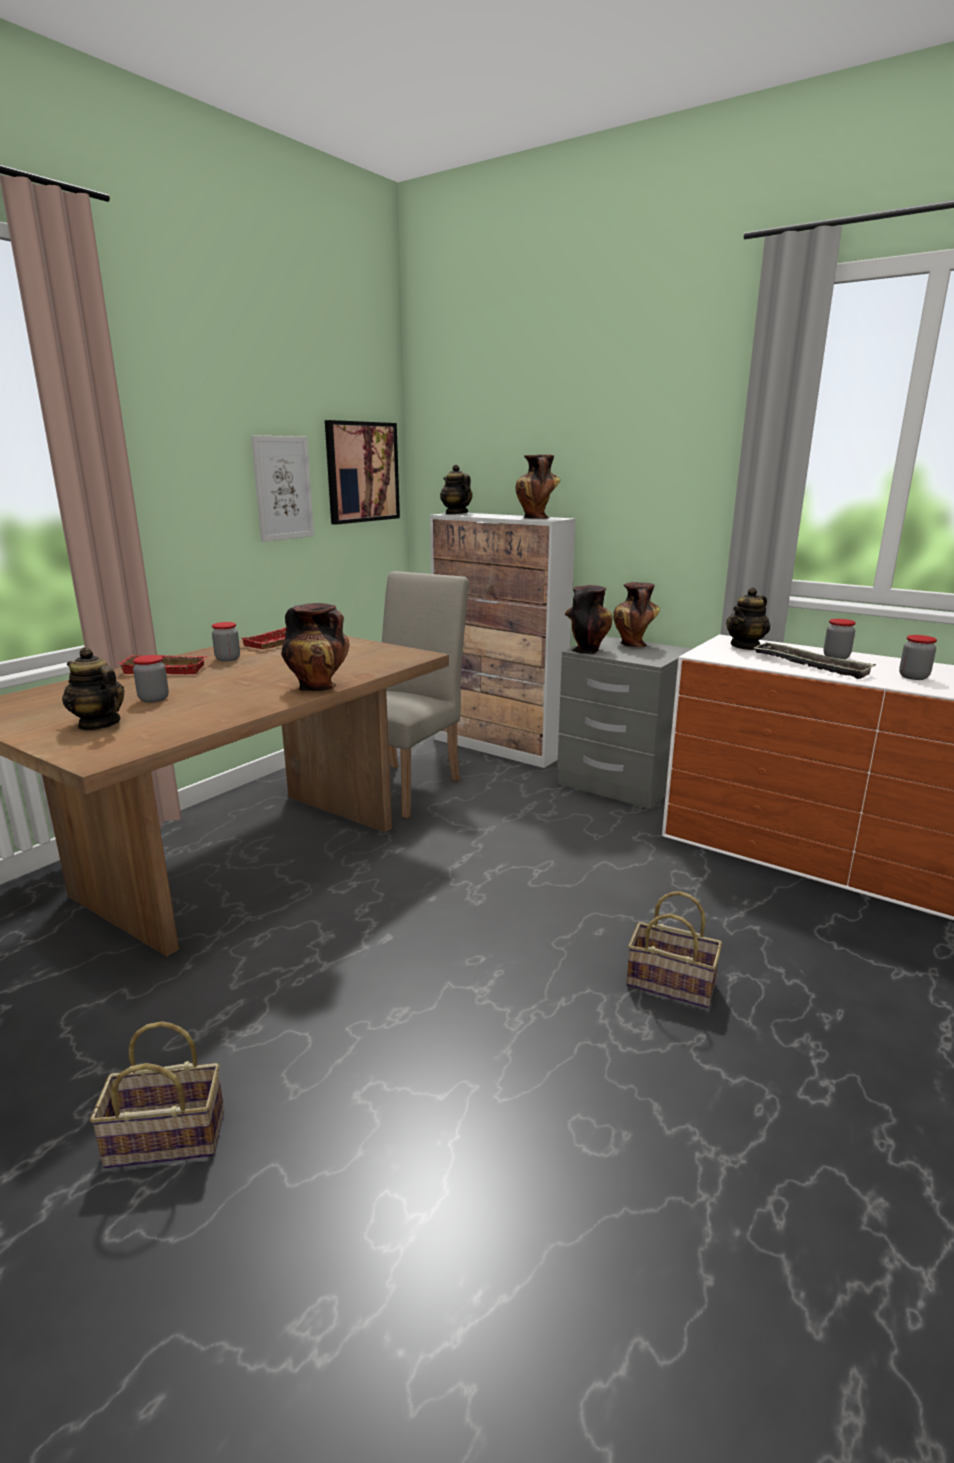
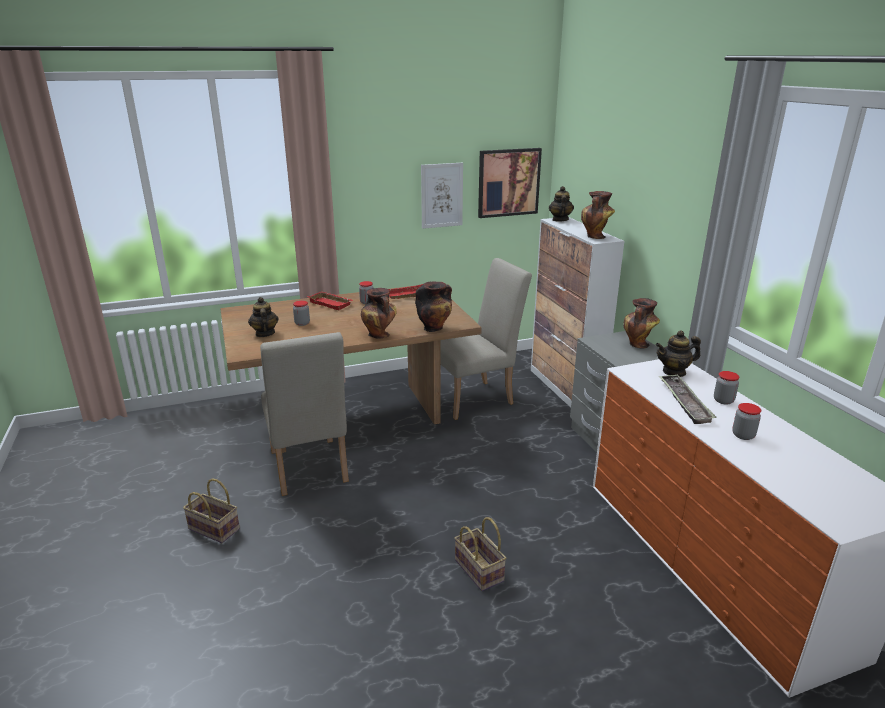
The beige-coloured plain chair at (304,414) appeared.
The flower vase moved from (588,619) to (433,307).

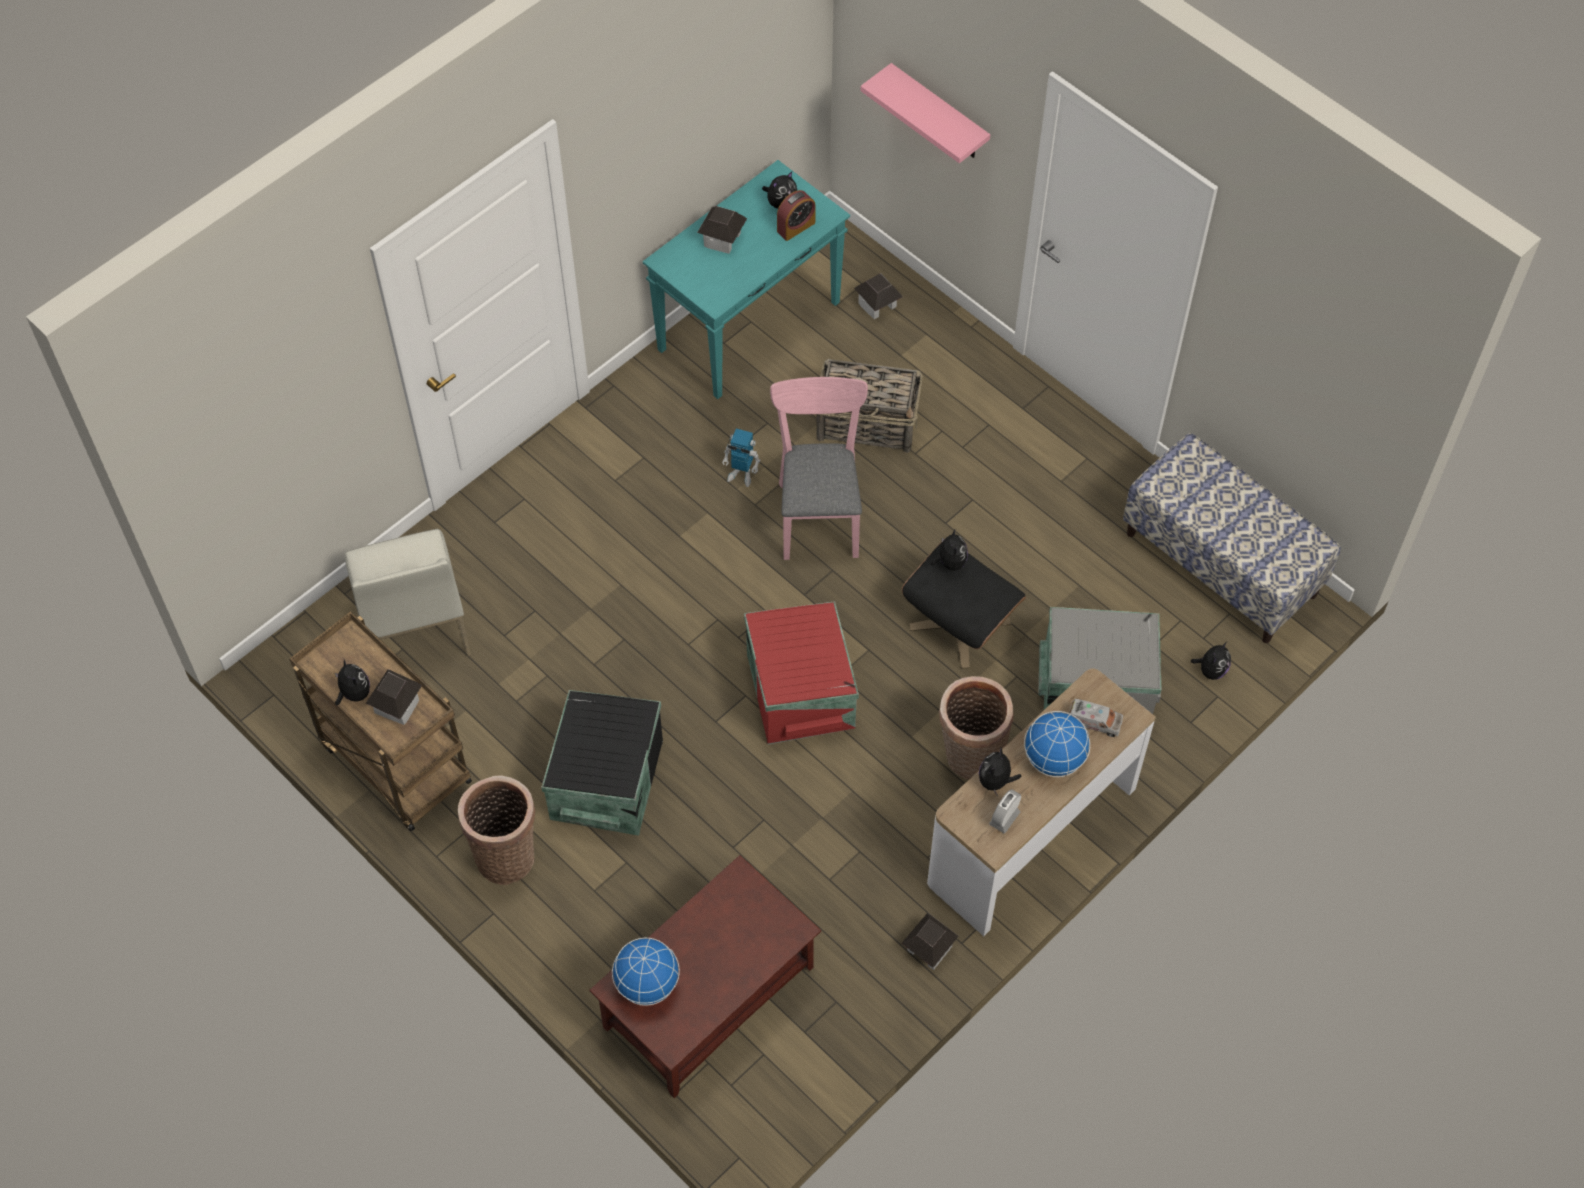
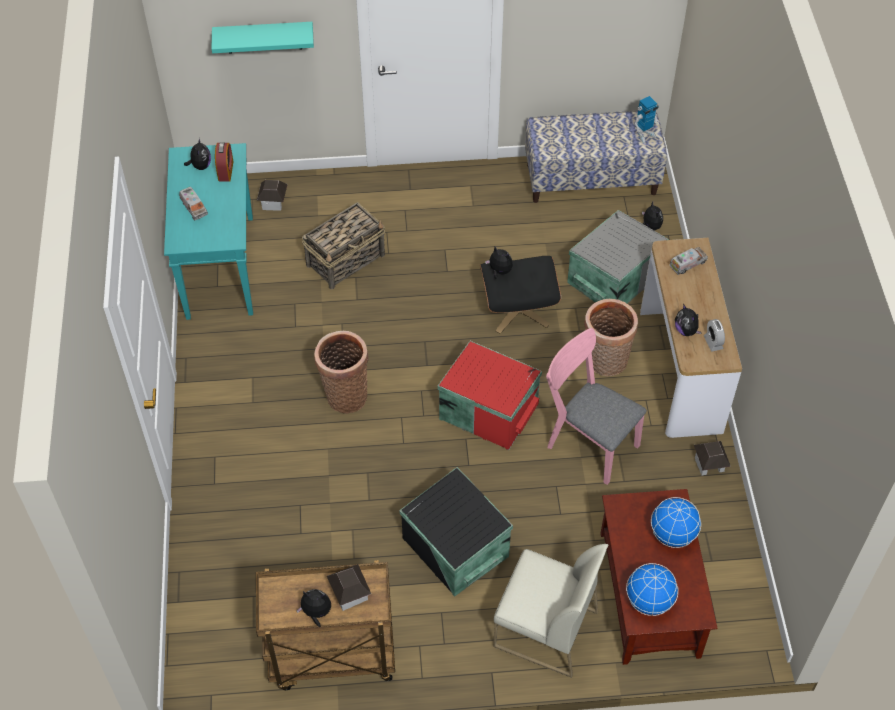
The white plain chair moved from (408,592) to (550,611).
The basket moved from (496,830) to (341,372).
The toy robot moved from (741,457) to (646,119).
The pinkish plain chair moved from (819,468) to (596,406).
The desk globe moved from (1057,744) to (676,522).
The toy house at (722,230) was replaced by the toy truck at (193,204).
The pinkish shelf at (925,113) became the turquoise-coloured shelf at (262,38).

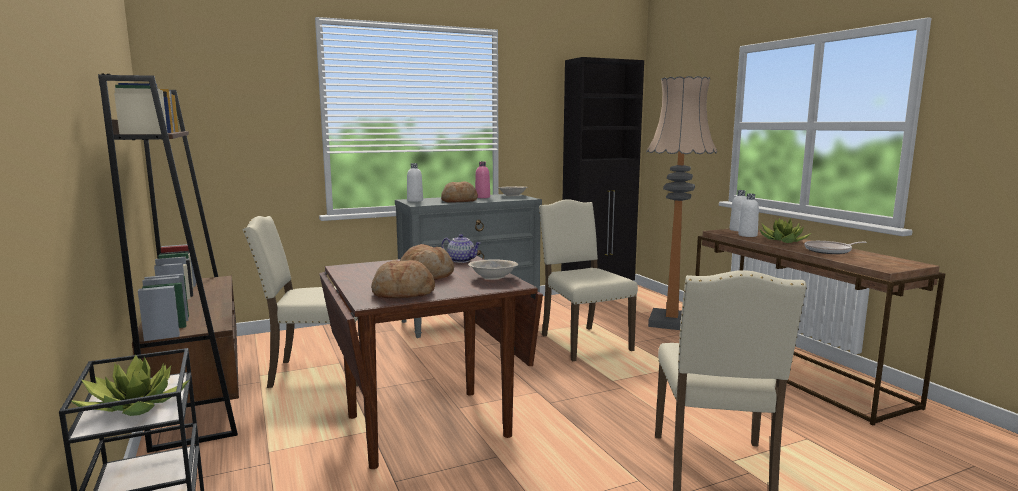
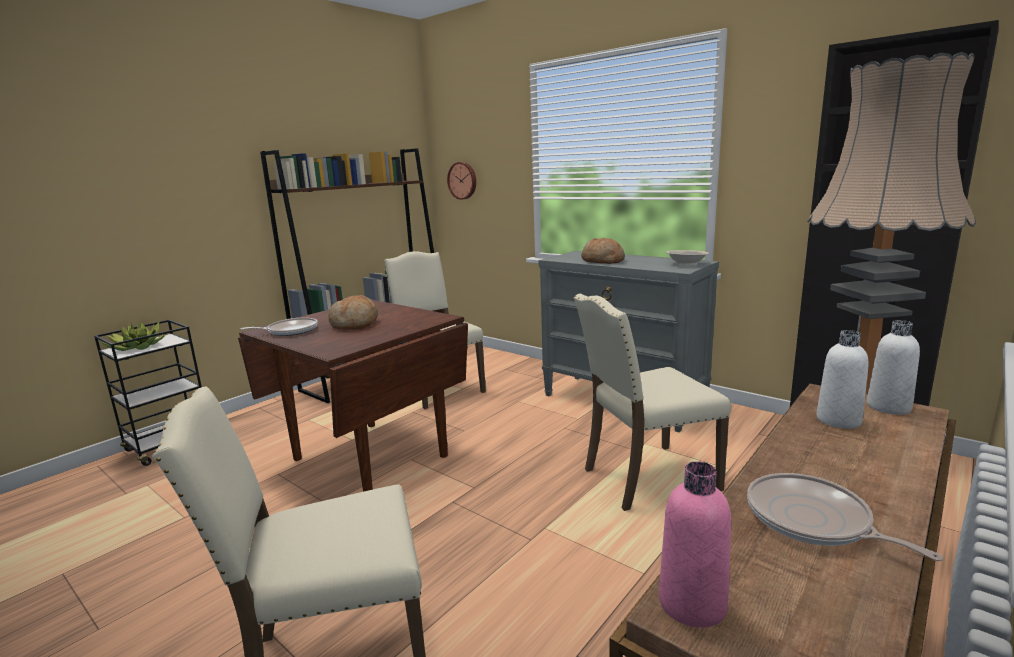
The white beverage bottle at (415,182) disappeared.
The tea pot at (461,248) disappeared.
The beige-coloured serving bowl at (493,269) disappeared.
The potted plant at (785,230) disappeared.
The hanging clock at (461,181) appeared.
The pinkish beverage bottle moved from (482,180) to (695,544).
The bread at (403,279) was replaced by the skillet at (279,327).
The beige-coloured plain chair at (588,280) turned 150 degrees counterclockwise.

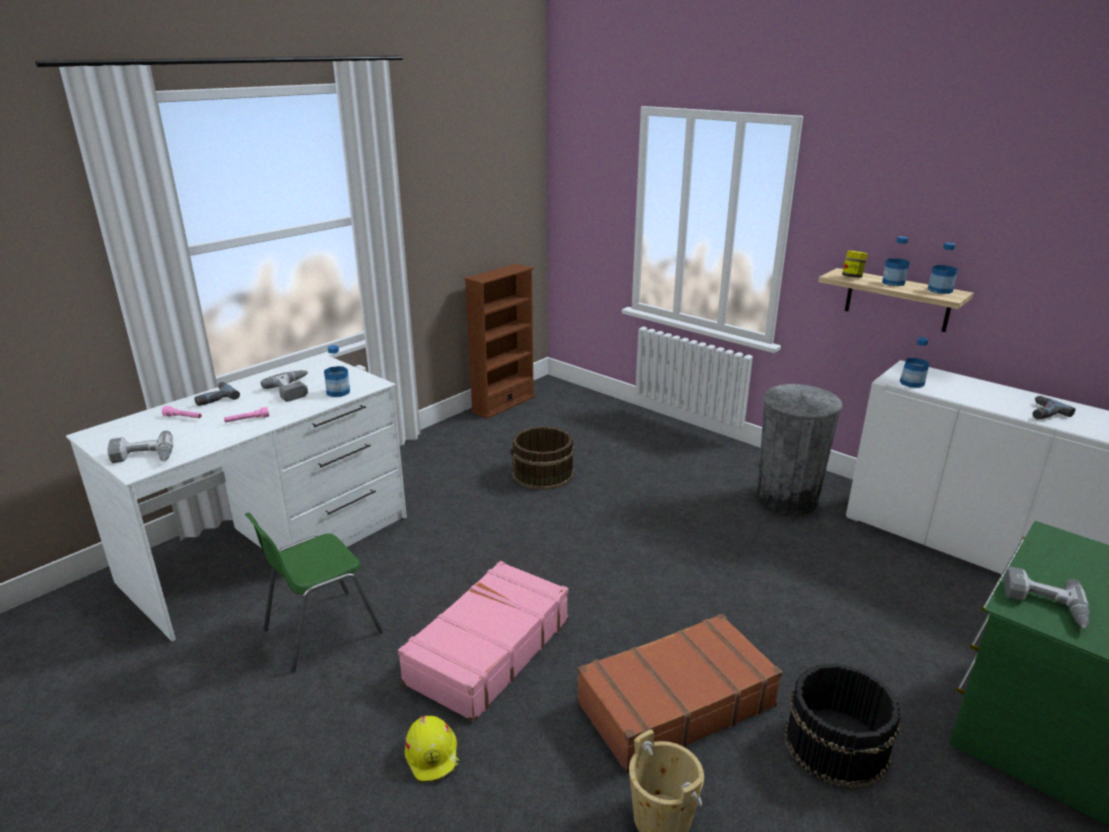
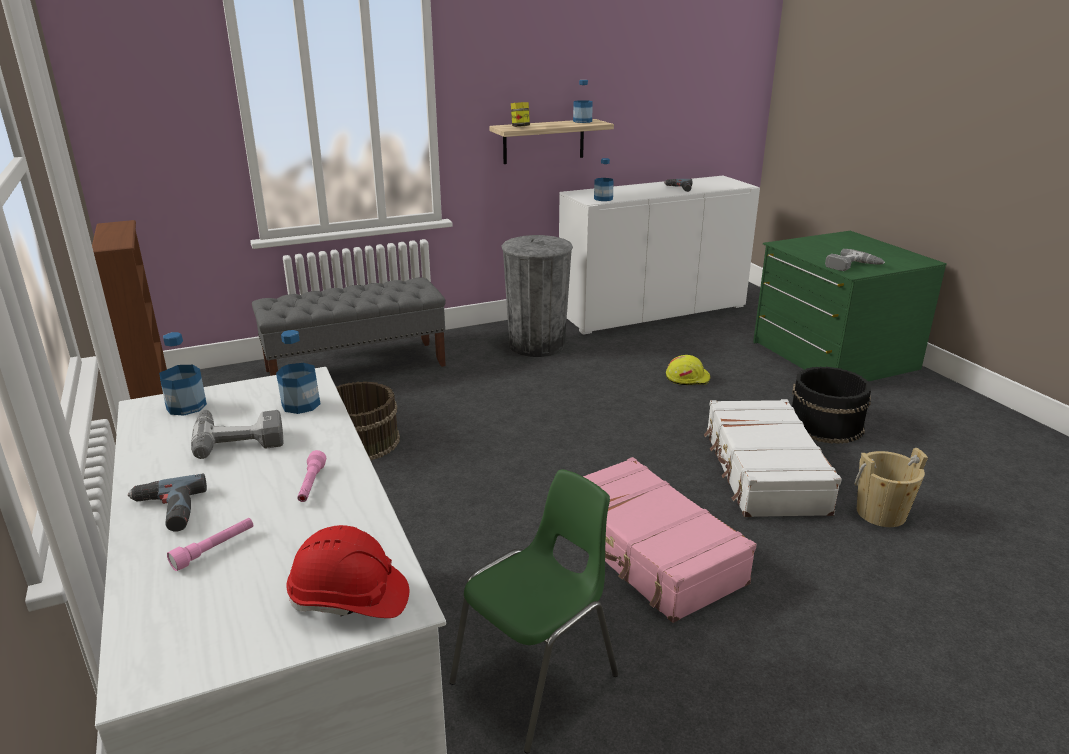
The greyish long seat at (349,327) appeared.
The yellow-coloured work helmet moved from (432,749) to (688,370).
The beverage bottle moved from (896,261) to (183,374).
The power drill at (140,446) was replaced by the reddish work helmet at (347,571).
The brown piece of luggage at (679,693) became the white piece of luggage at (773,458).
The green-coloured plain chair at (314,592) turned 120 degrees counterclockwise.

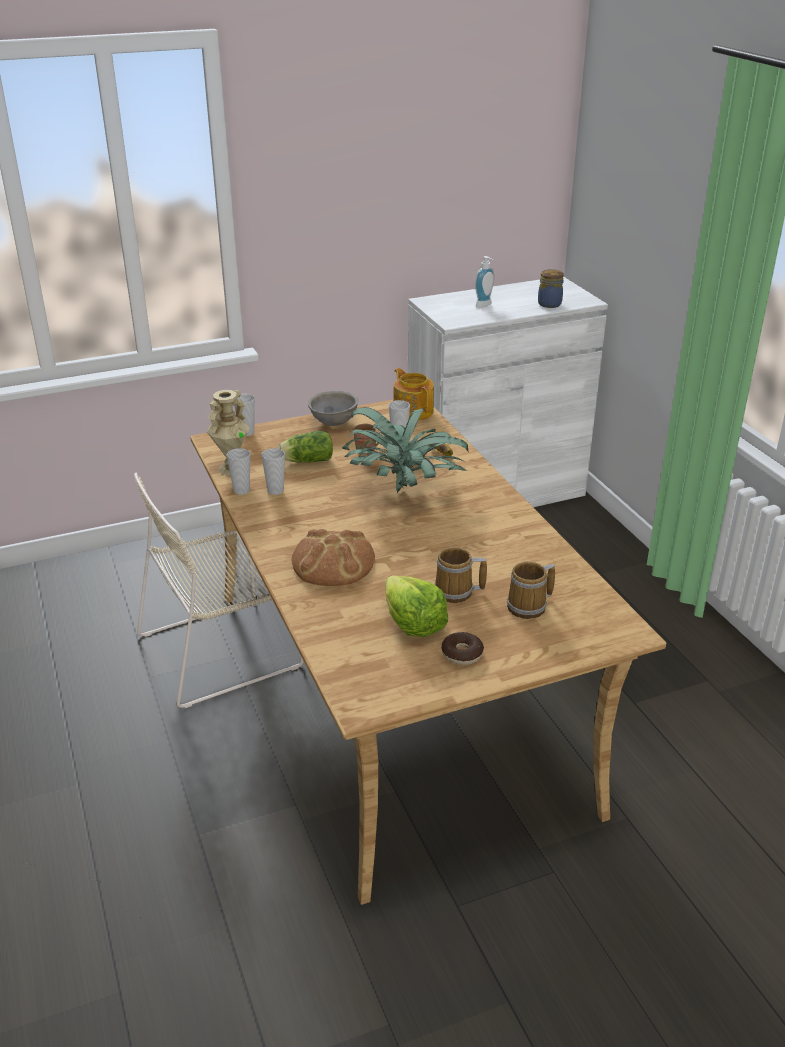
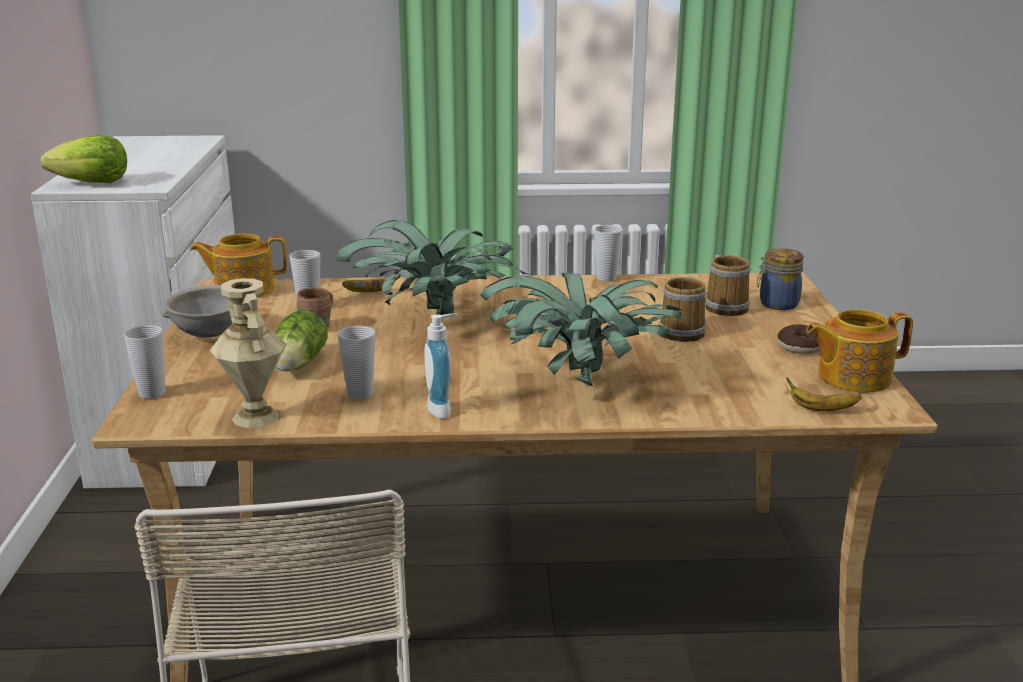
The banana fruit at (823,394) appeared.
The tea pot at (859,350) appeared.
The cup moved from (238,471) to (608,253).
The lettuce head moved from (416,606) to (84,159).
The liquid soap bottle moved from (484,282) to (441,366).
The preserve jar moved from (551,288) to (780,279).
The bread at (333,557) was replaced by the potted plant at (582,330).

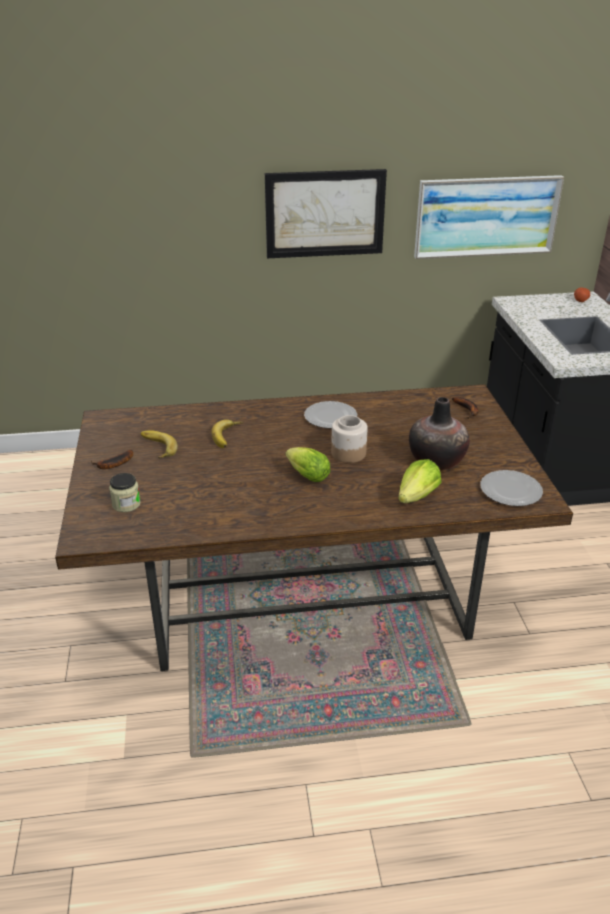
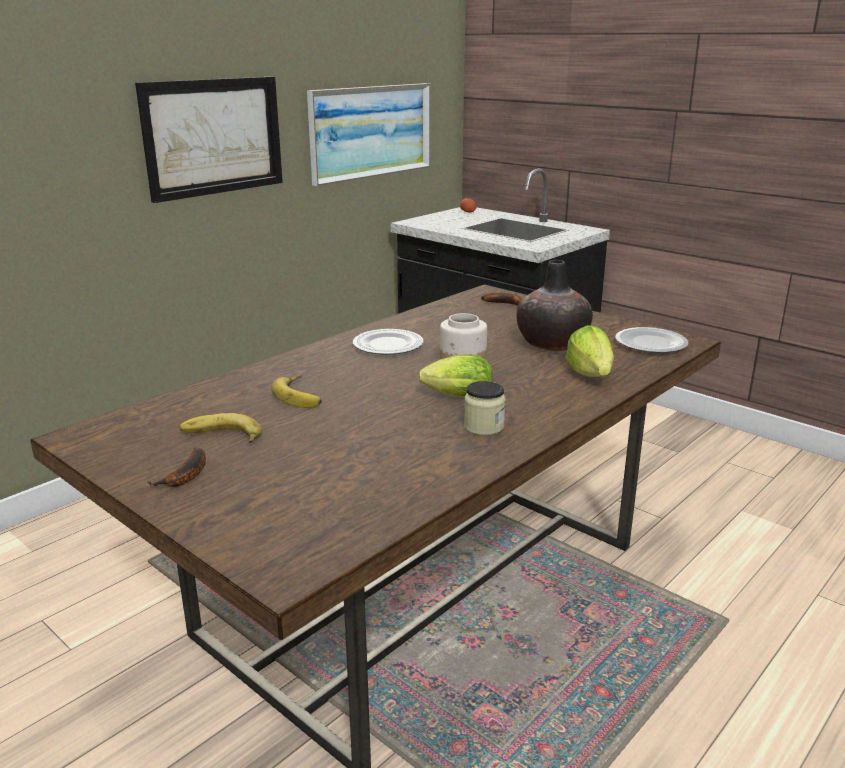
The preserve jar moved from (125,492) to (485,408).

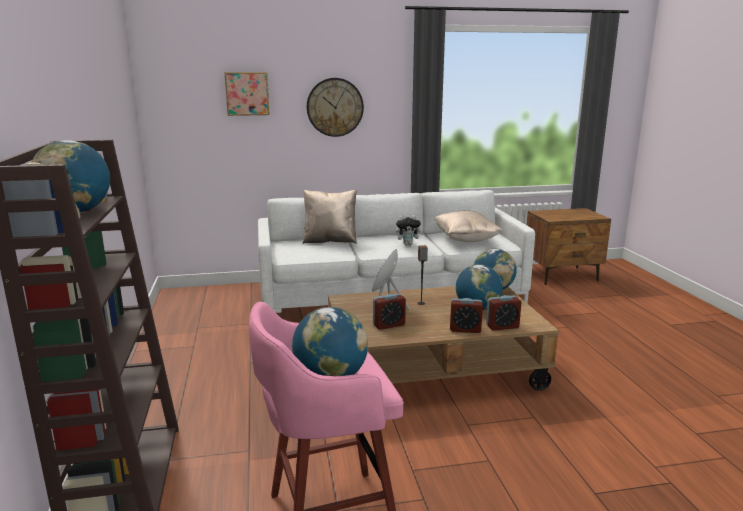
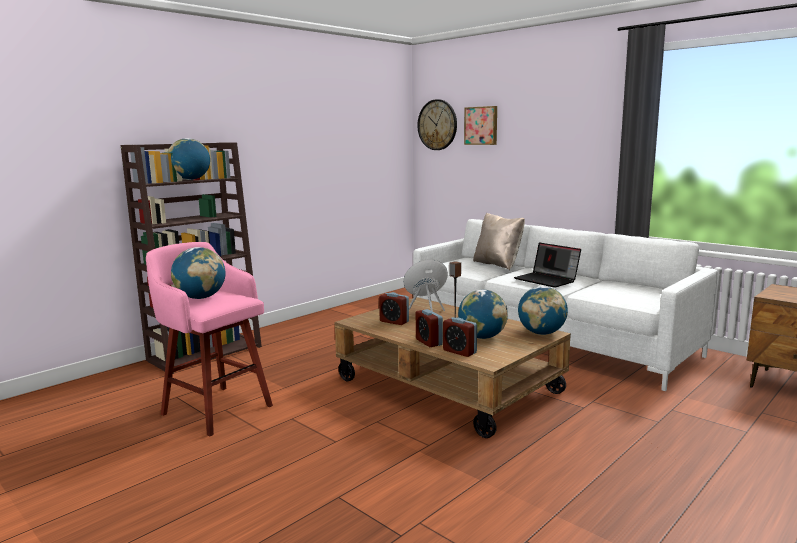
The beige-coloured cushion at (468,226) disappeared.
The hanging clock moved from (335,107) to (437,124).
The plush toy at (410,230) was replaced by the portable computer at (547,265).

